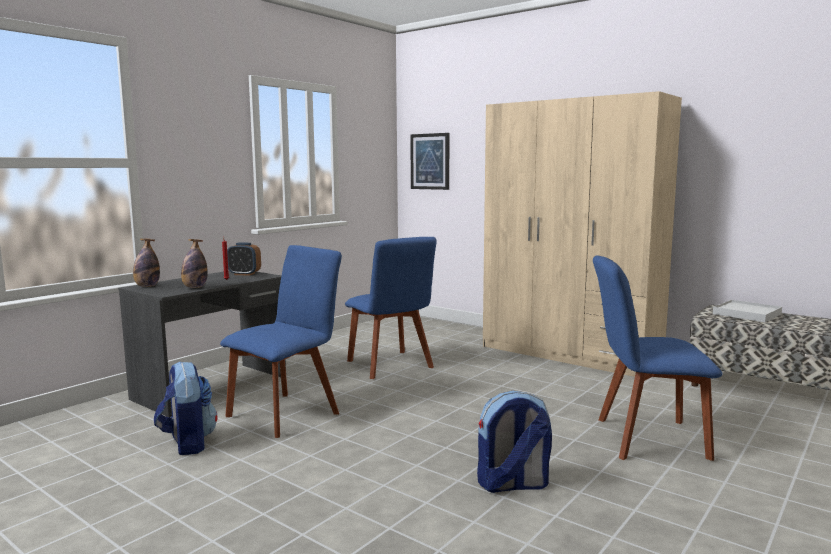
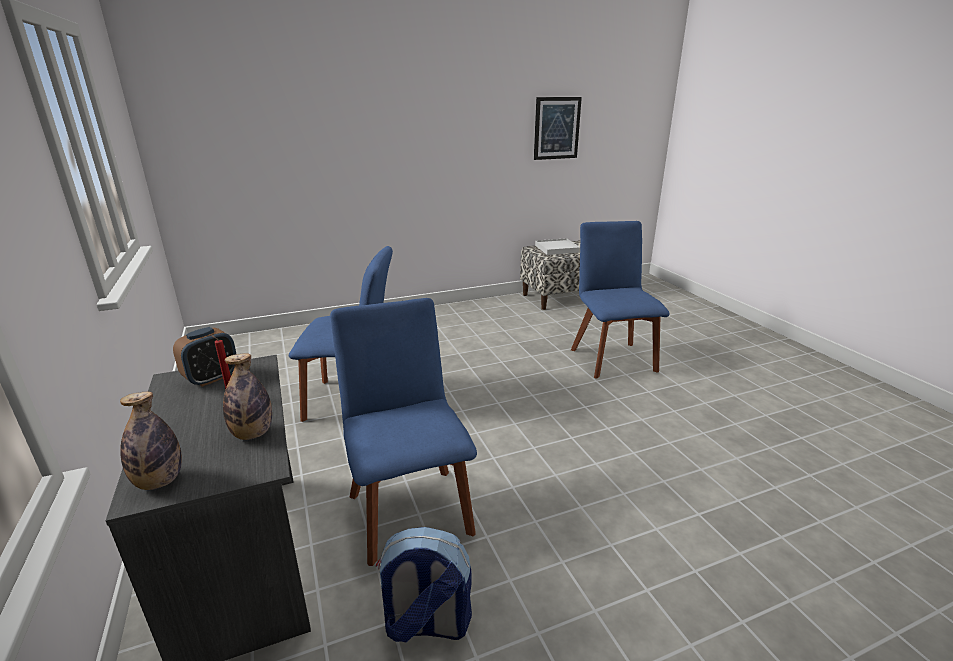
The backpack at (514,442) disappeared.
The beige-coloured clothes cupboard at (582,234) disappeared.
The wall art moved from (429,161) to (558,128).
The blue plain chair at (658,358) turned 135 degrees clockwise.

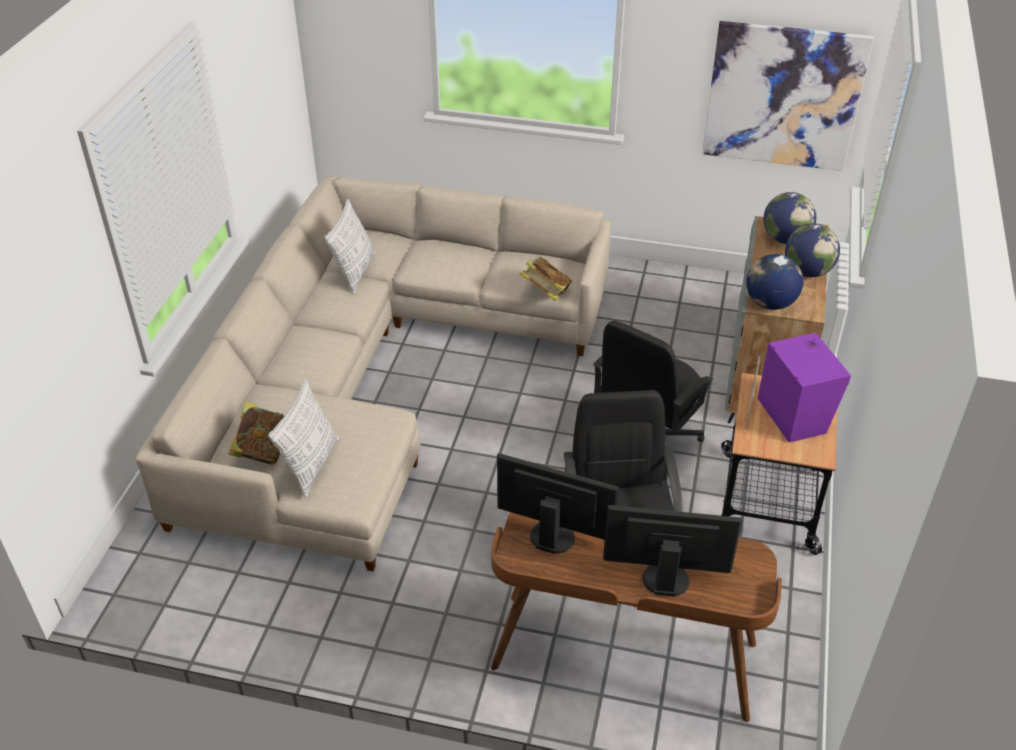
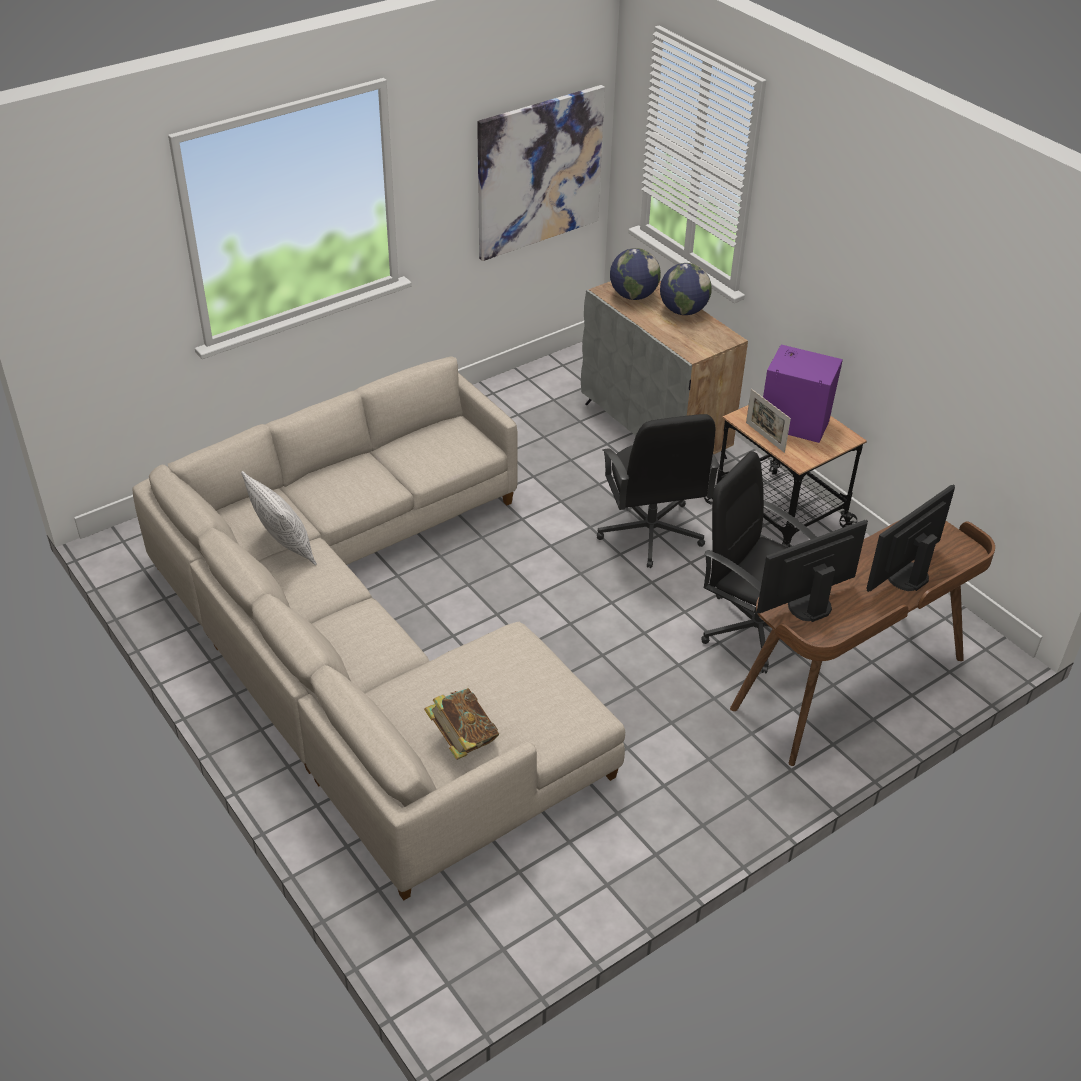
The cushion at (304,438) disappeared.
The book at (546,279) disappeared.
The desk globe at (774,282) disappeared.

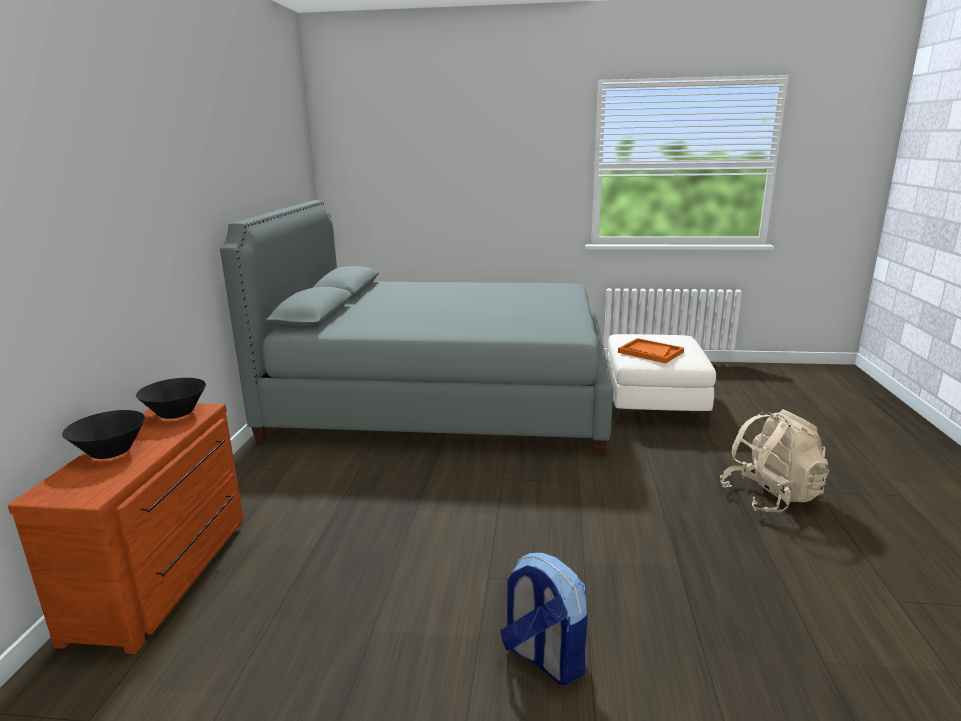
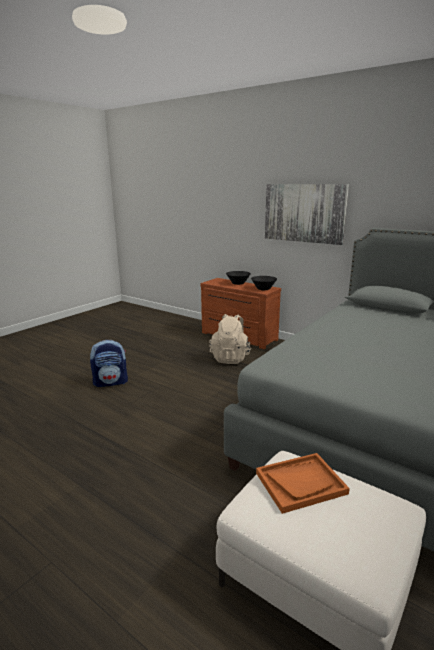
The wall art at (307,214) appeared.
The beige-coloured backpack moved from (774,460) to (230,339).

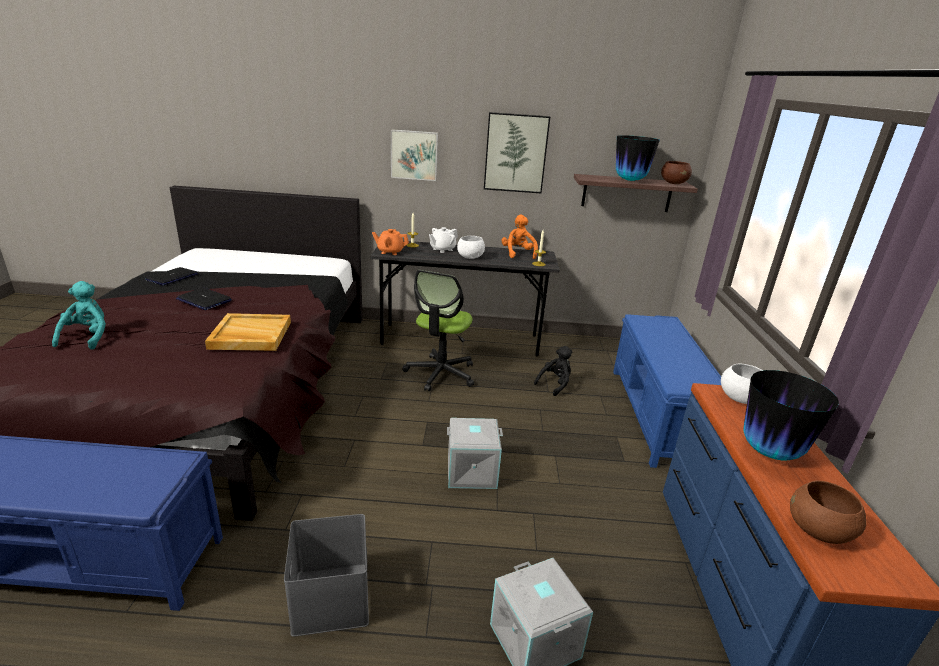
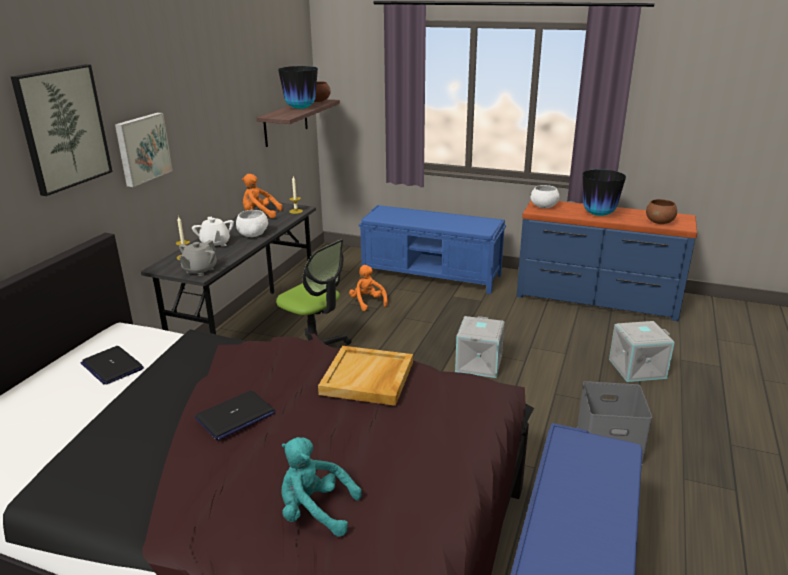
The portable computer moved from (172,276) to (112,365).
The wall art moved from (517,152) to (61,130).
The orange tea pot at (390,242) became the greyish tea pot at (198,258).
The black plush toy at (553,371) became the orange plush toy at (368,288).

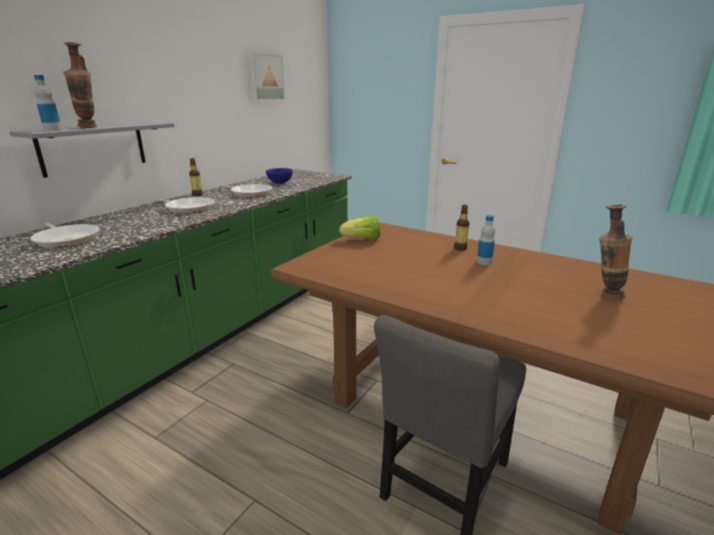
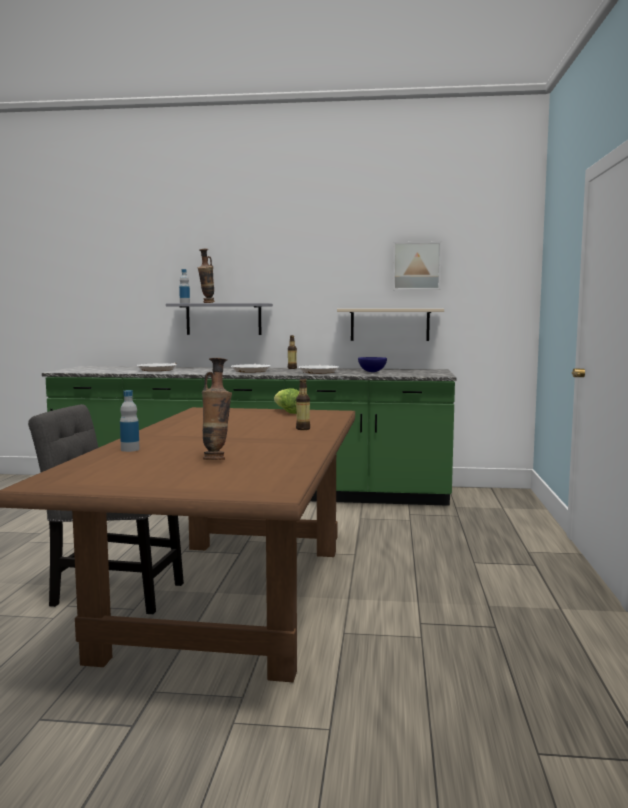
The beige-coloured shelf at (390,325) appeared.
The beverage bottle moved from (486,240) to (130,421).

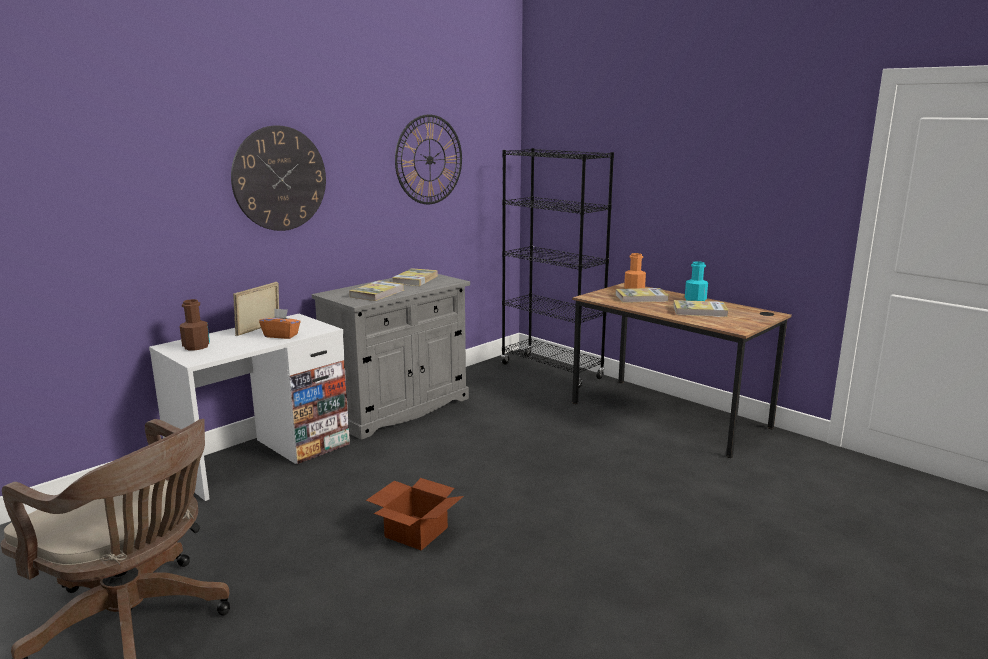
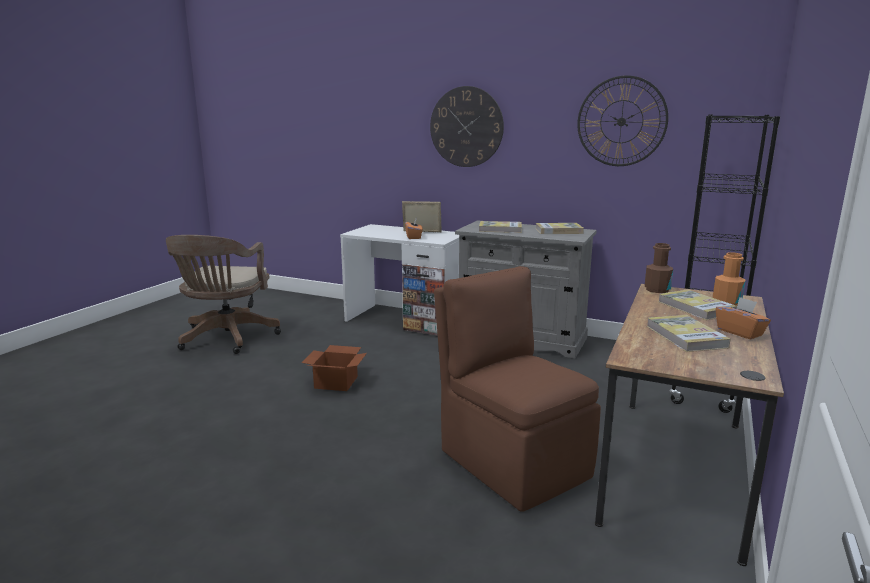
The brown plain chair at (517,389) appeared.
The brown beverage bottle moved from (195,324) to (659,268).
The turquoise-coloured beverage bottle at (696,281) was replaced by the orange tissue box at (743,318).

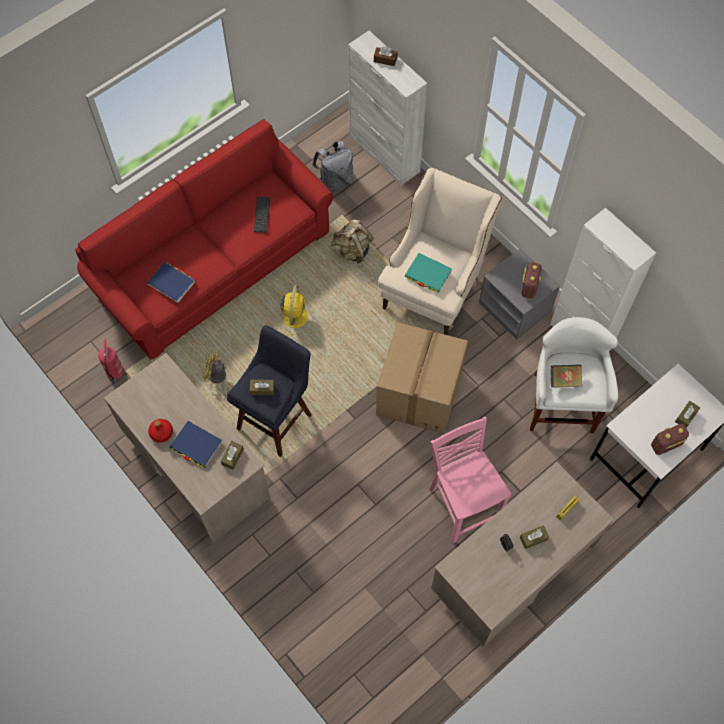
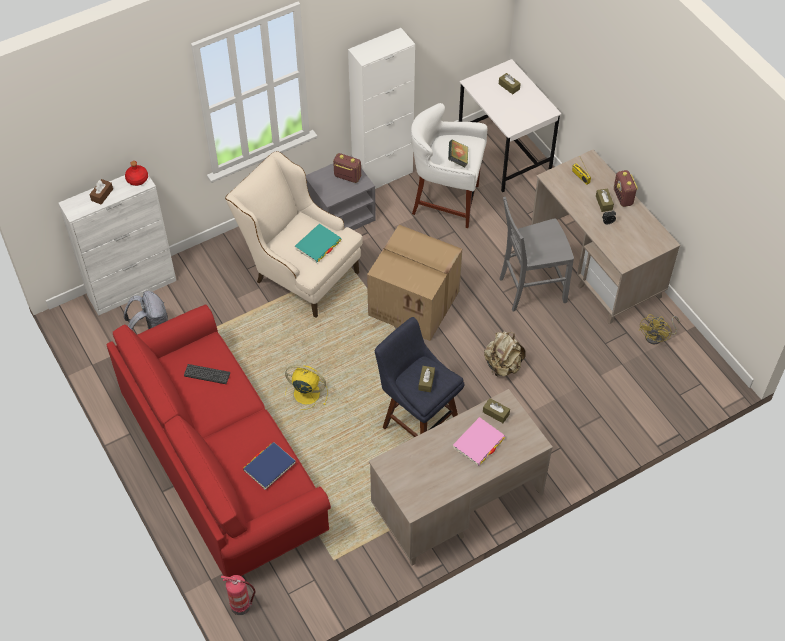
The fire-fighting cylinder moved from (111,360) to (238,595).
The reddish beverage bottle moved from (160,431) to (136,173).
The yellow-coloured cooling fan moved from (218,373) to (659,329).
The beige-coloured backpack moved from (352,241) to (505,354).
The radio receiver moved from (670,439) to (626,188).
The blue book at (196,444) became the pinkish book at (479,441).
The pinkish plain chair at (470,480) became the greyish plain chair at (537,254).

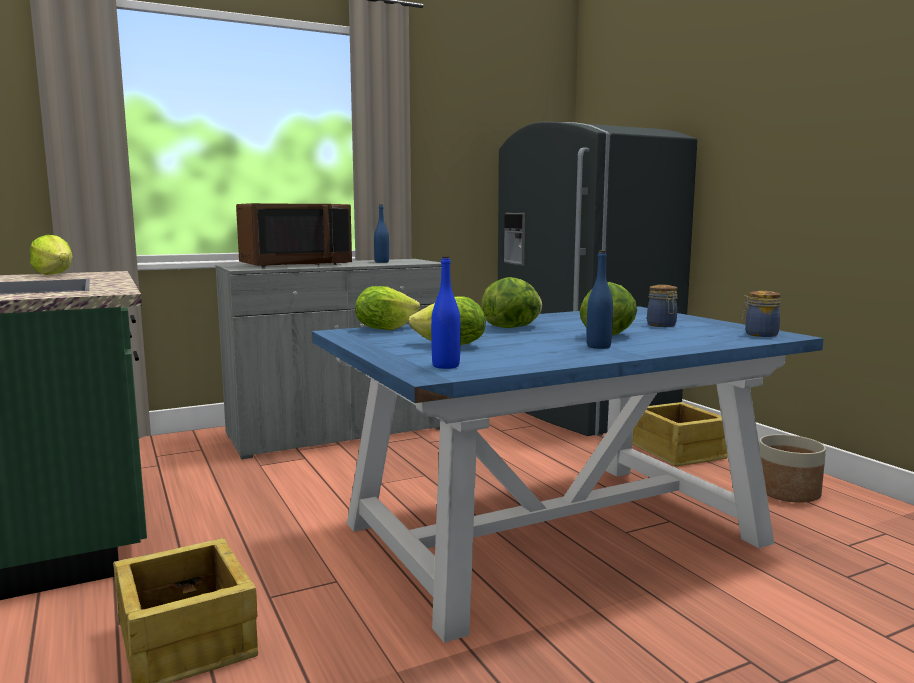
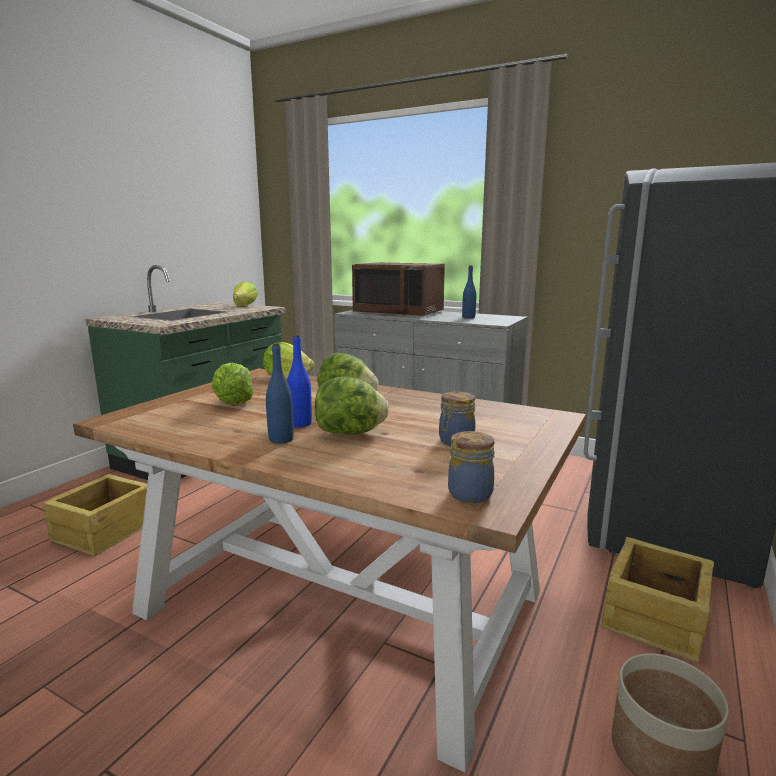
The blue beverage bottle moved from (446,312) to (299,381).
The blue dinner table at (568,474) became the brown dinner table at (329,570).

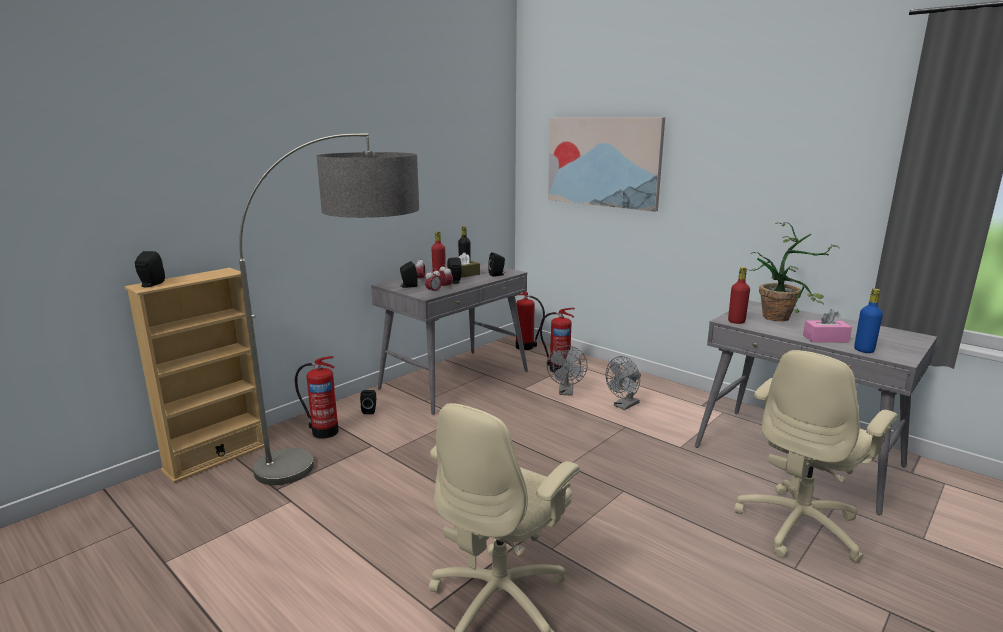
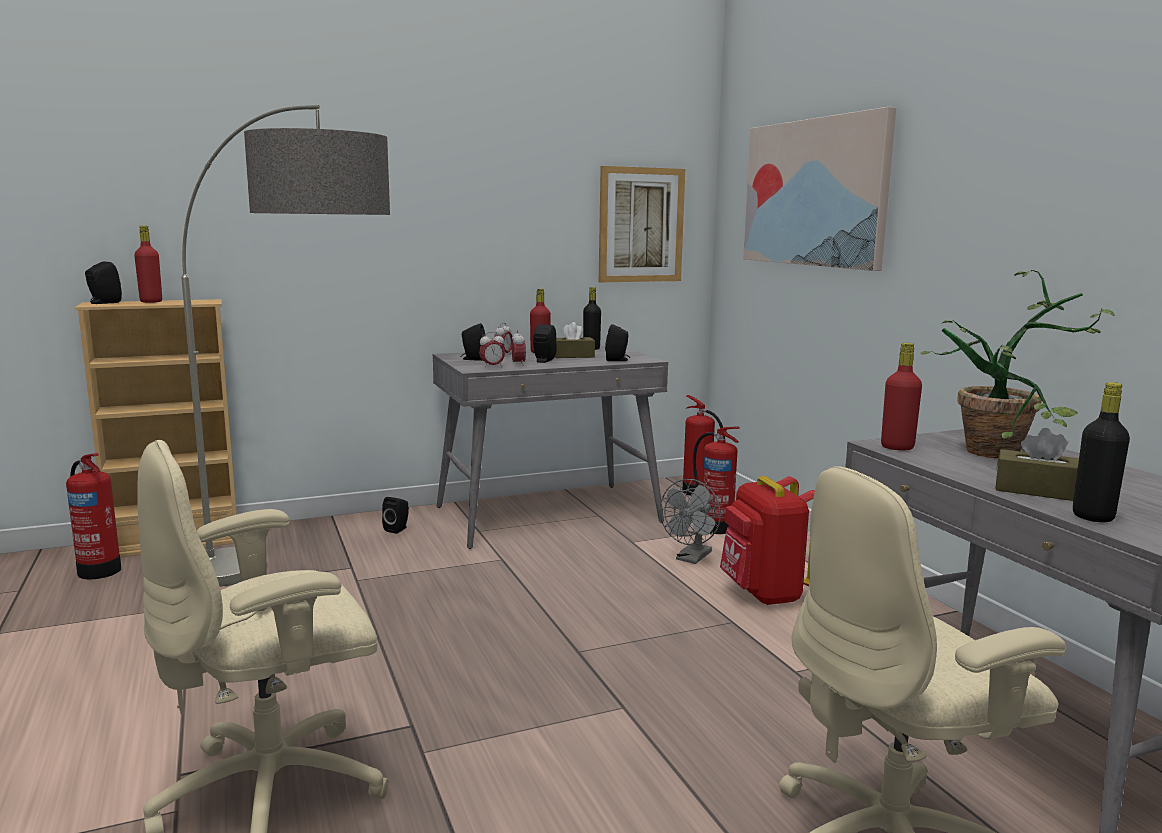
The reddish beverage bottle at (148,264) appeared.
The wall art at (642,224) appeared.
The fire-fighting cylinder moved from (317,397) to (93,516).
The greyish cooling fan at (623,383) was replaced by the reddish backpack at (767,540).
The pinkish tissue box at (827,325) became the brown tissue box at (1037,464).
The blue beverage bottle at (868,320) became the black beverage bottle at (1101,452).

